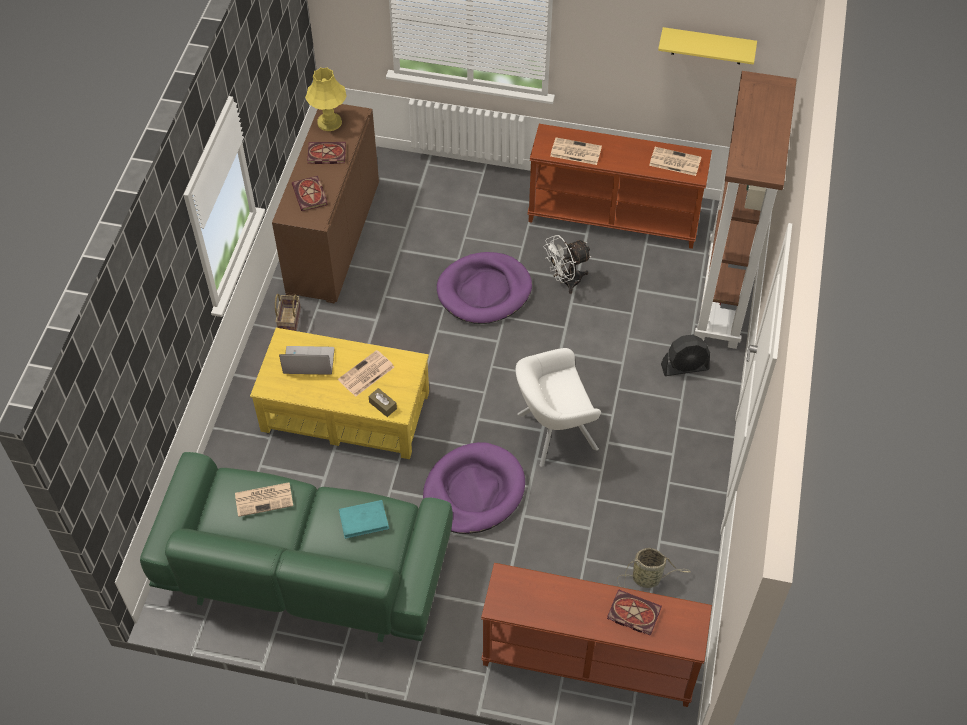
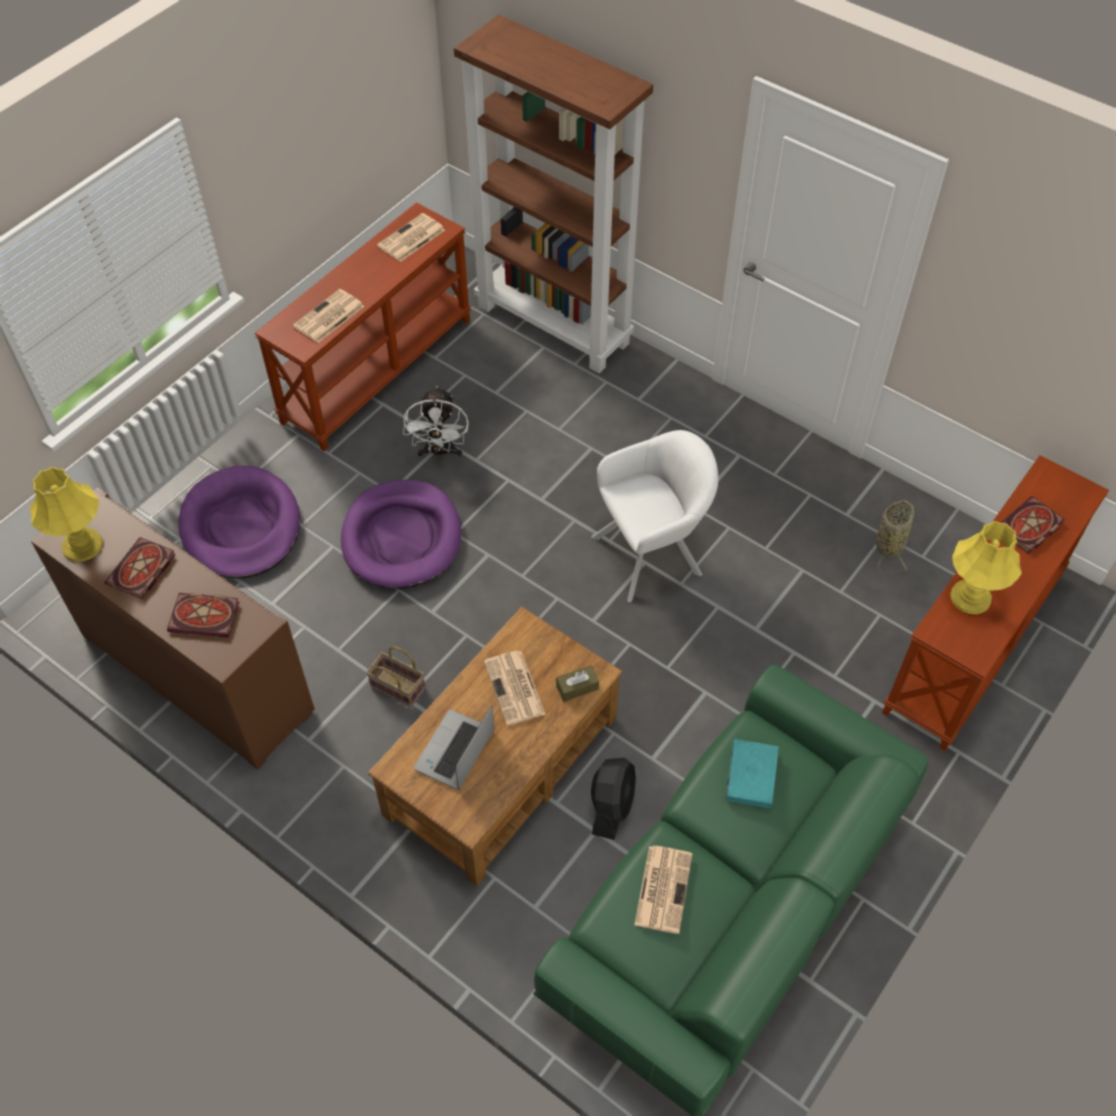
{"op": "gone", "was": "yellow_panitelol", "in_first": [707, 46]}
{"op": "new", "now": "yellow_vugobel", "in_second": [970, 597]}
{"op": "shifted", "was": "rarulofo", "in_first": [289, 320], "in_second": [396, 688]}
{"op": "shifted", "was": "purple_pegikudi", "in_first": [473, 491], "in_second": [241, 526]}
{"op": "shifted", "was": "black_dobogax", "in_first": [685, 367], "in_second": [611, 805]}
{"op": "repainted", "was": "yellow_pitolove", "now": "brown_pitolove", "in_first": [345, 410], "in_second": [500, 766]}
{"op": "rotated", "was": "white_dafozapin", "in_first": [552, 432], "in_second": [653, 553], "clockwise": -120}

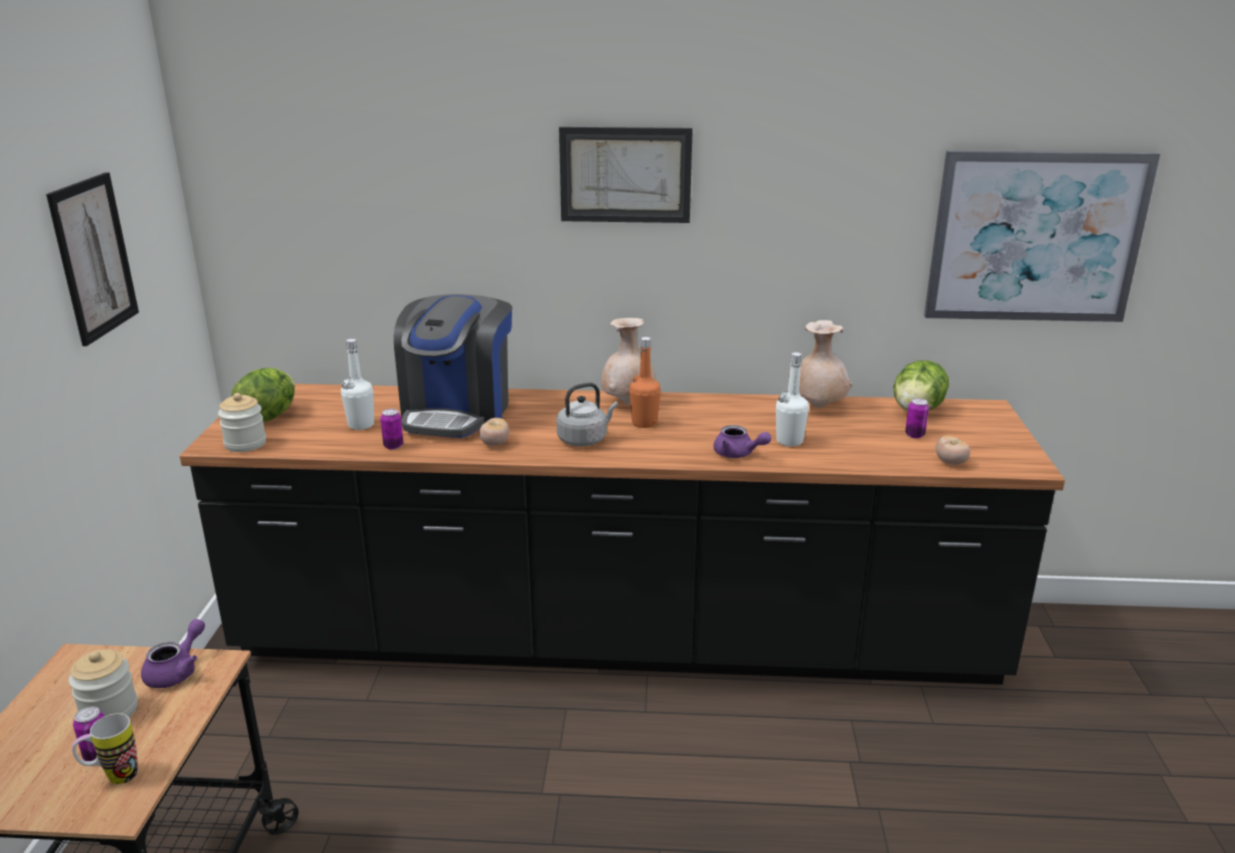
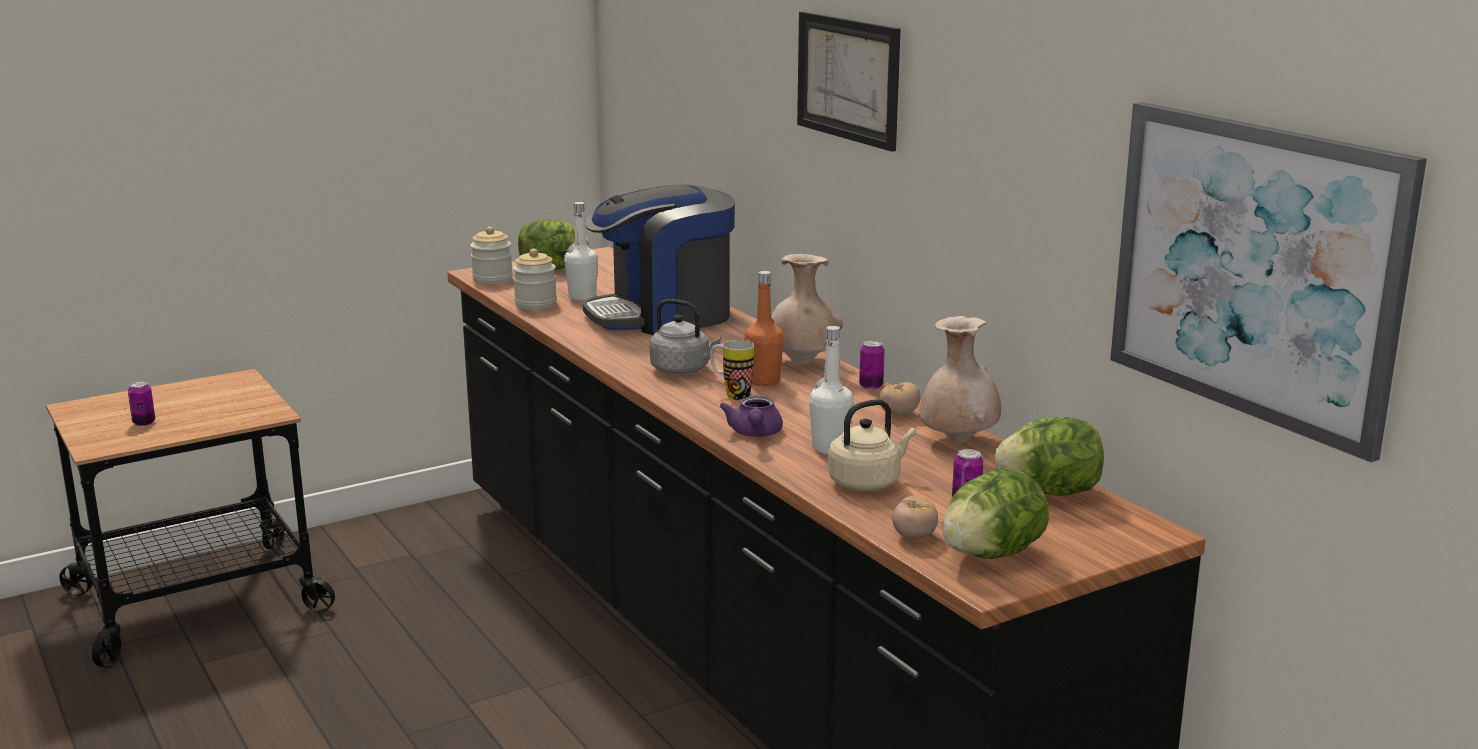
{"op": "gone", "was": "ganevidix", "in_first": [94, 257]}
{"op": "gone", "was": "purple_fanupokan", "in_first": [177, 671]}
{"op": "new", "now": "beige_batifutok", "in_second": [867, 482]}
{"op": "new", "now": "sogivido", "in_second": [991, 554]}
{"op": "shifted", "was": "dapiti", "in_first": [109, 711], "in_second": [536, 304]}
{"op": "shifted", "was": "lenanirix", "in_first": [113, 778], "in_second": [731, 394]}
{"op": "shifted", "was": "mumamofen", "in_first": [393, 446], "in_second": [871, 386]}
{"op": "shifted", "was": "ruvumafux", "in_first": [494, 444], "in_second": [898, 414]}

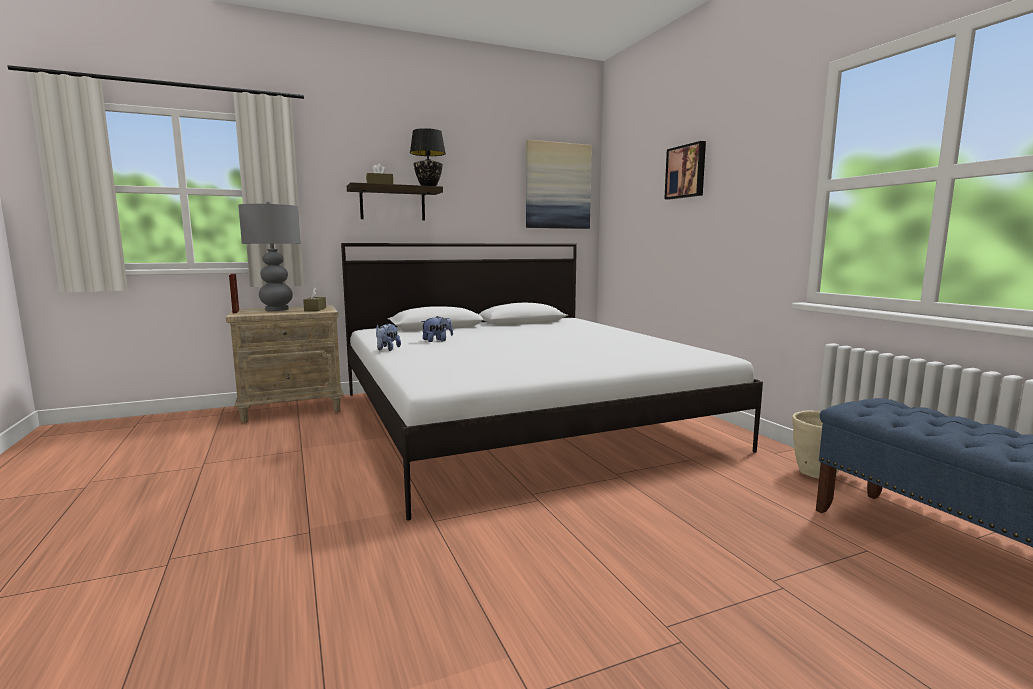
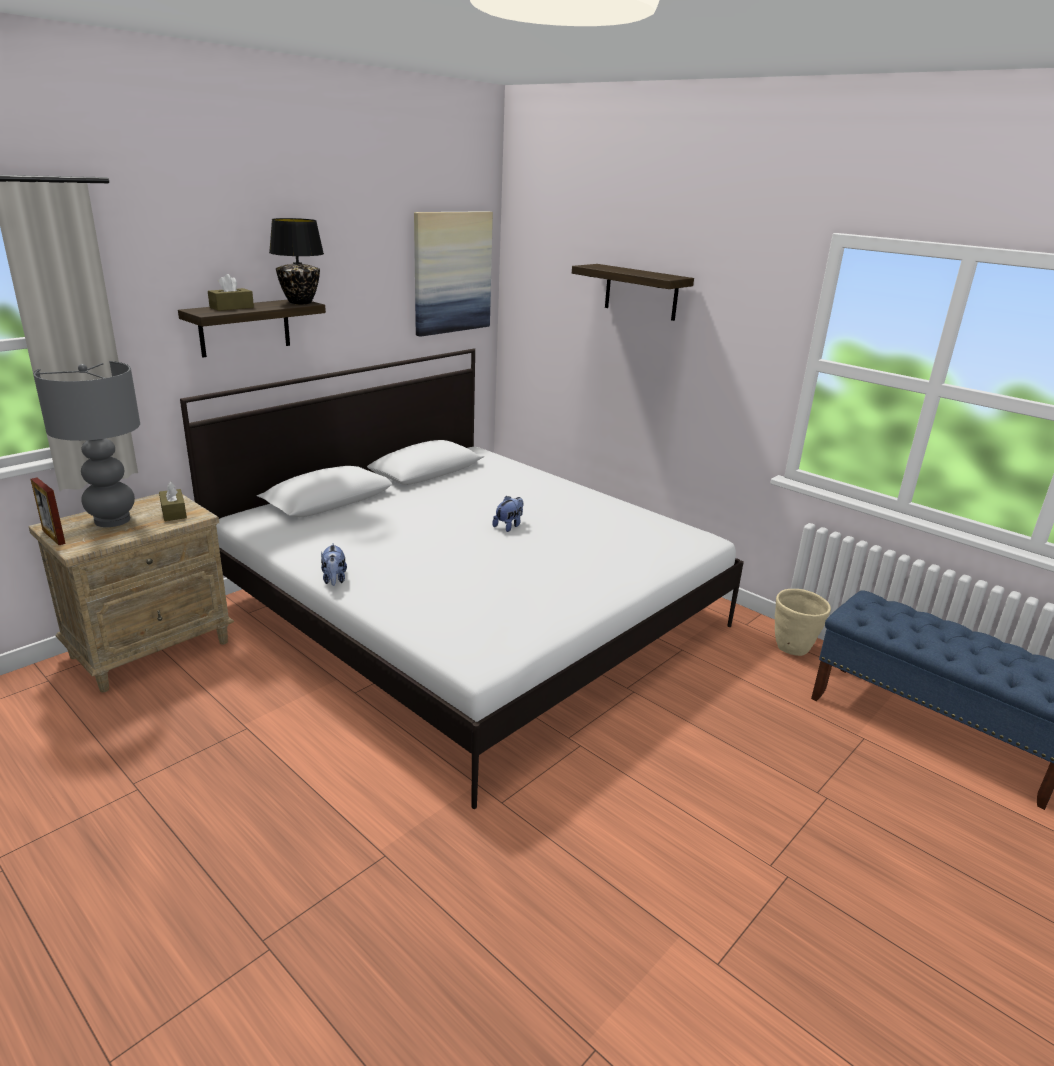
{"op": "shifted", "was": "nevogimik", "in_first": [437, 340], "in_second": [509, 526]}
{"op": "swapped", "was": "ganevidix", "now": "panitelol", "in_first": [686, 171], "in_second": [641, 292]}

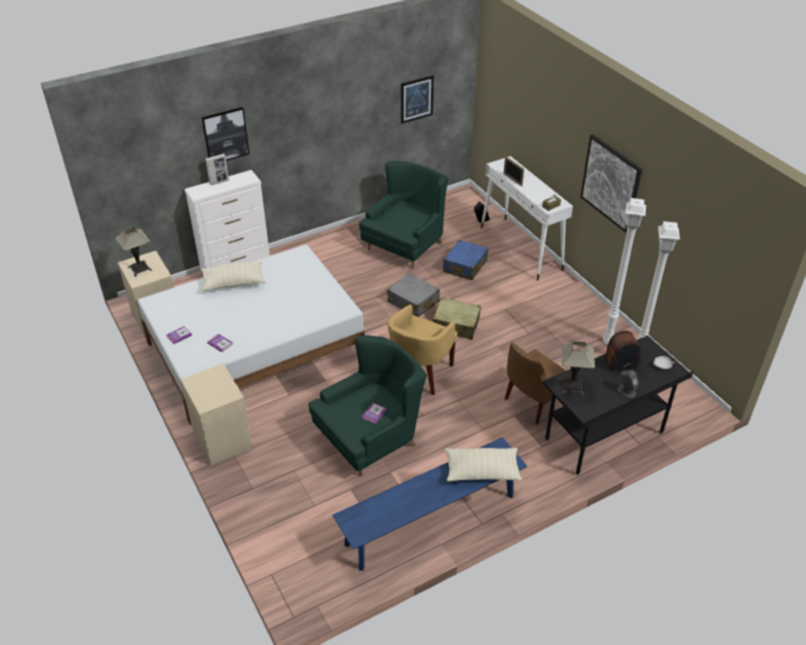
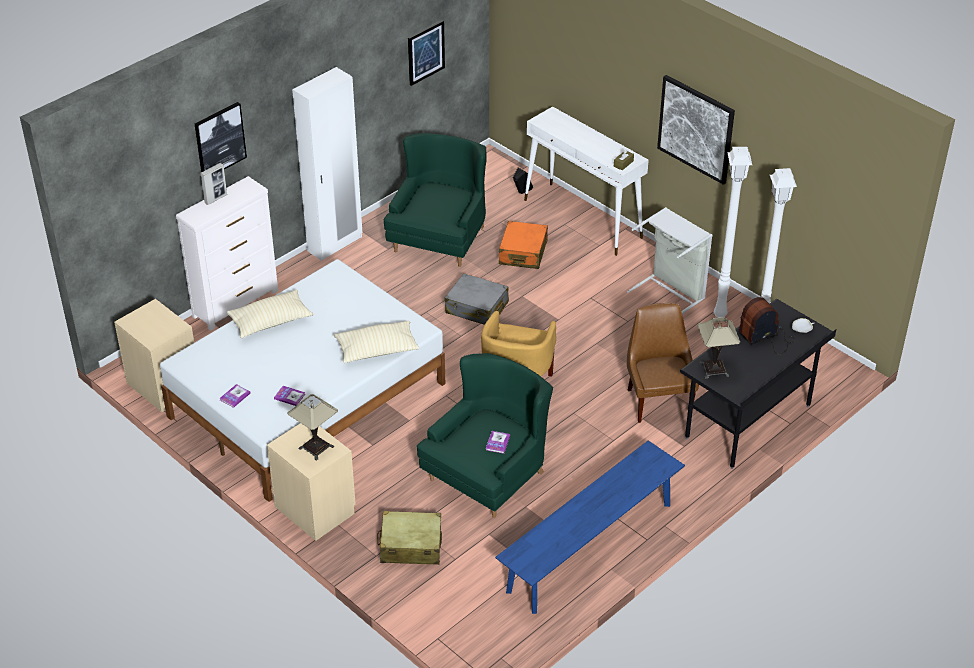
{"op": "gone", "was": "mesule", "in_first": [512, 180]}
{"op": "gone", "was": "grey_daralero", "in_first": [626, 391]}
{"op": "new", "now": "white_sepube", "in_second": [335, 244]}
{"op": "new", "now": "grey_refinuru", "in_second": [671, 292]}
{"op": "shifted", "was": "vugobel", "in_first": [140, 268], "in_second": [316, 447]}
{"op": "shifted", "was": "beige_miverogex", "in_first": [455, 325], "in_second": [410, 546]}
{"op": "shifted", "was": "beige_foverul", "in_first": [481, 471], "in_second": [377, 350]}
{"op": "repainted", "was": "blue_miverogex", "now": "orange_miverogex", "in_first": [465, 266], "in_second": [523, 253]}
{"op": "rotated", "was": "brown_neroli", "in_first": [532, 403], "in_second": [658, 401], "clockwise": 135}

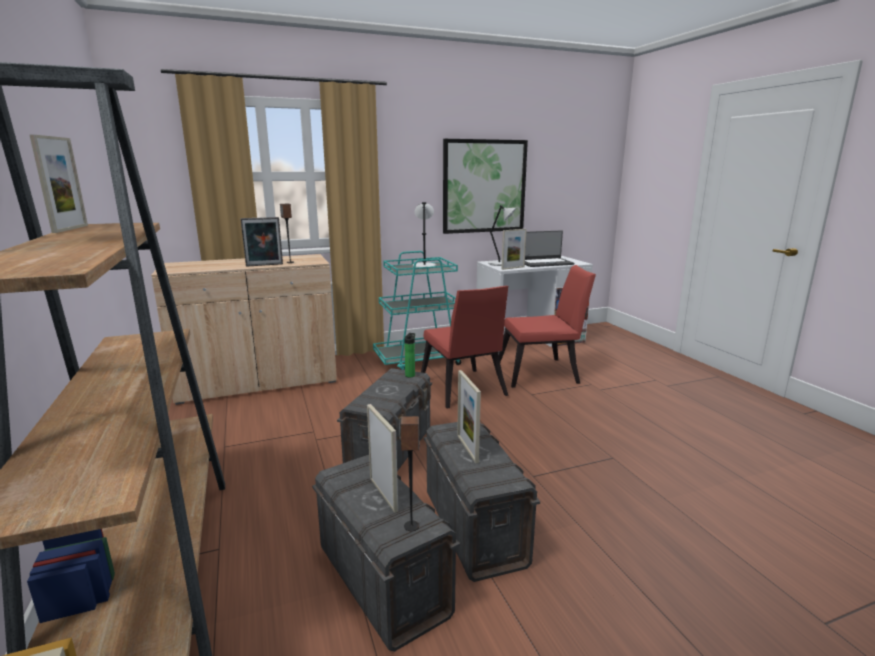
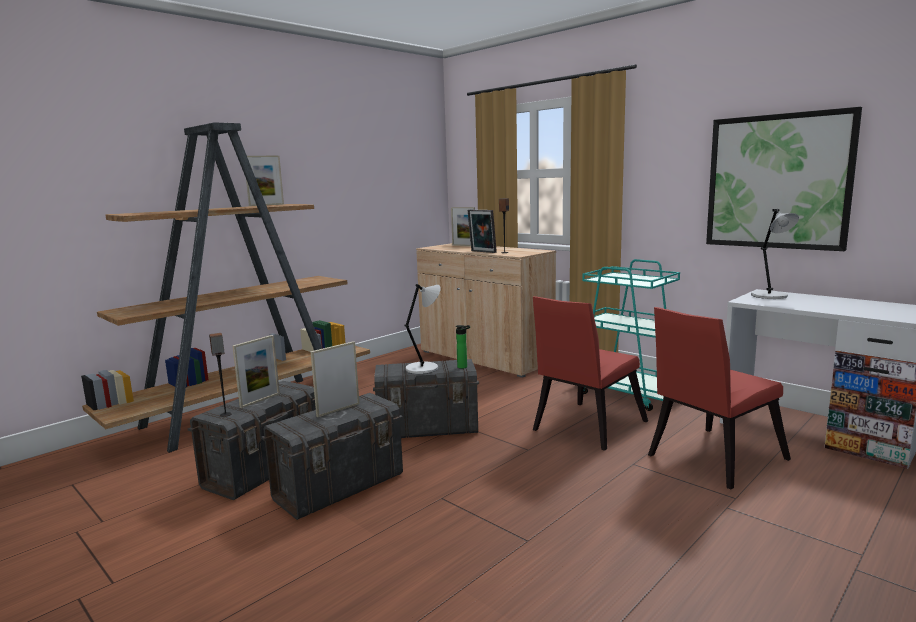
{"op": "gone", "was": "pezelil", "in_first": [545, 263]}
{"op": "shifted", "was": "grey_vugobel", "in_first": [424, 266], "in_second": [423, 368]}
{"op": "shifted", "was": "mesule", "in_first": [513, 268], "in_second": [463, 245]}
{"op": "rotated", "was": "red_neroli", "in_first": [542, 373], "in_second": [710, 459], "clockwise": 90}

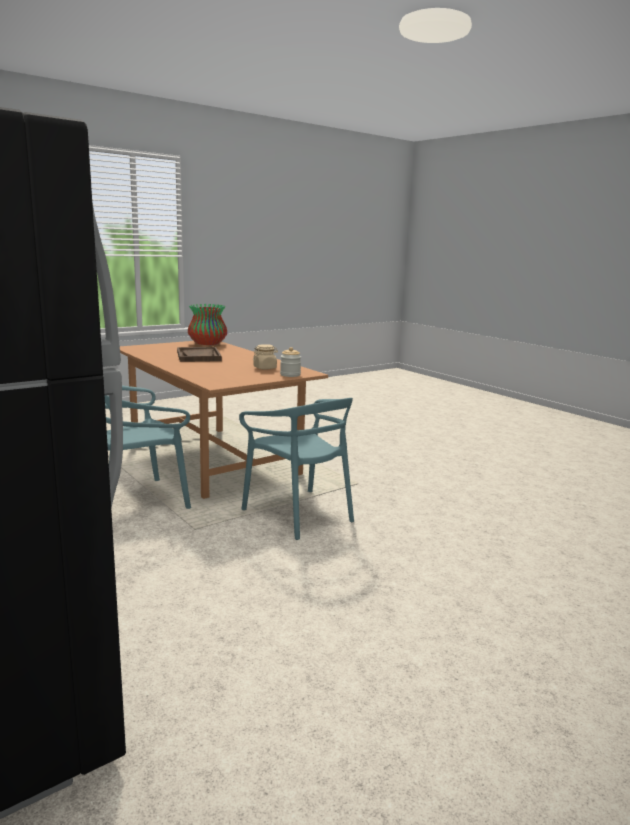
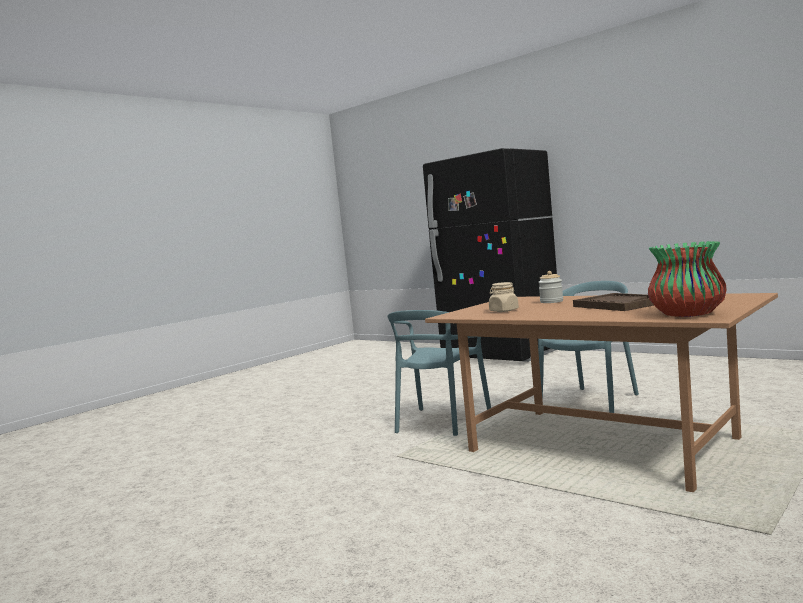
{"op": "shifted", "was": "dapiti", "in_first": [290, 375], "in_second": [551, 301]}
{"op": "rotated", "was": "turquoise_neroli", "in_first": [299, 514], "in_second": [441, 421], "clockwise": -105}

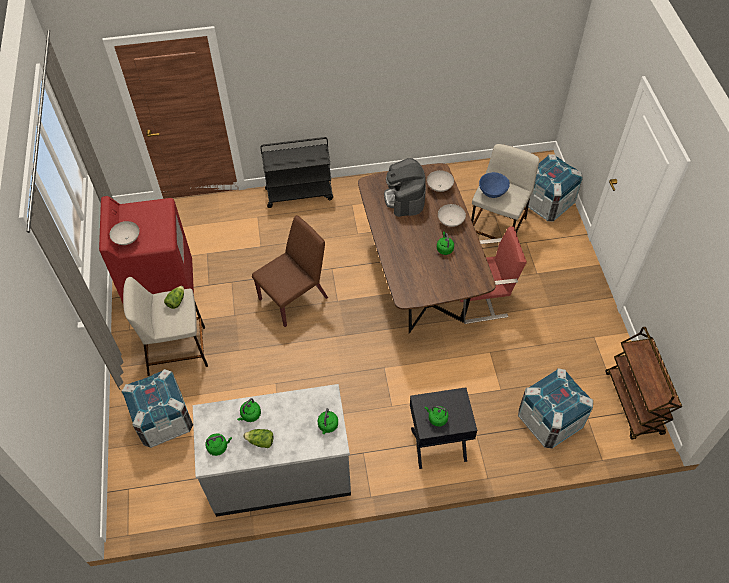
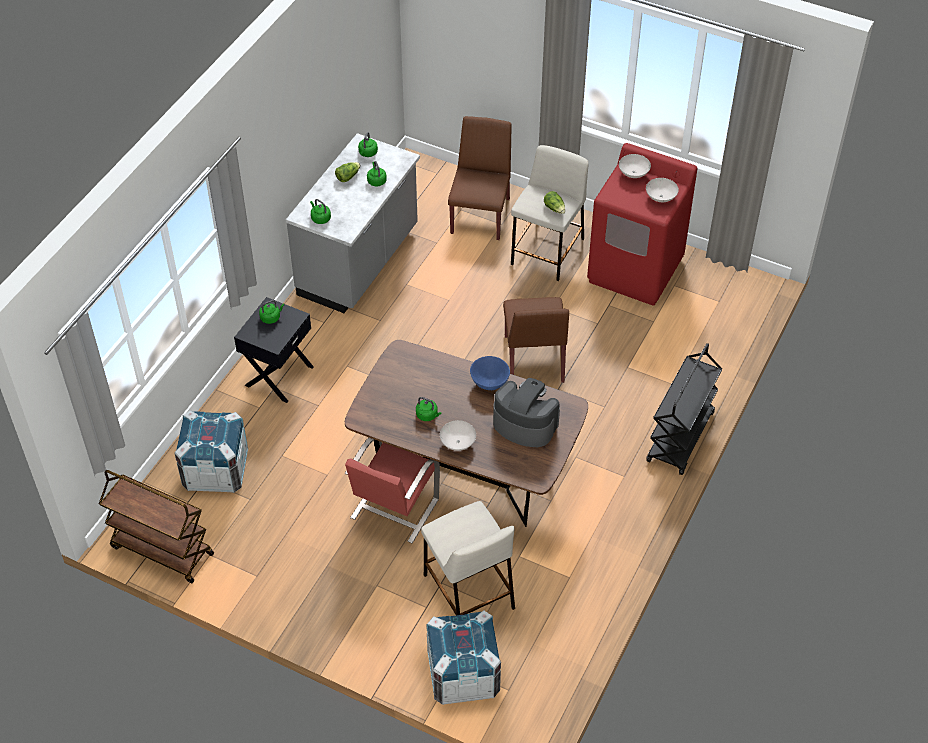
{"op": "shifted", "was": "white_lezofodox", "in_first": [439, 187], "in_second": [661, 197]}
{"op": "shifted", "was": "blue_lezofodox", "in_first": [492, 193], "in_second": [489, 383]}
{"op": "swapped", "was": "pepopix", "now": "brown_neroli", "in_first": [163, 420], "in_second": [480, 215]}

